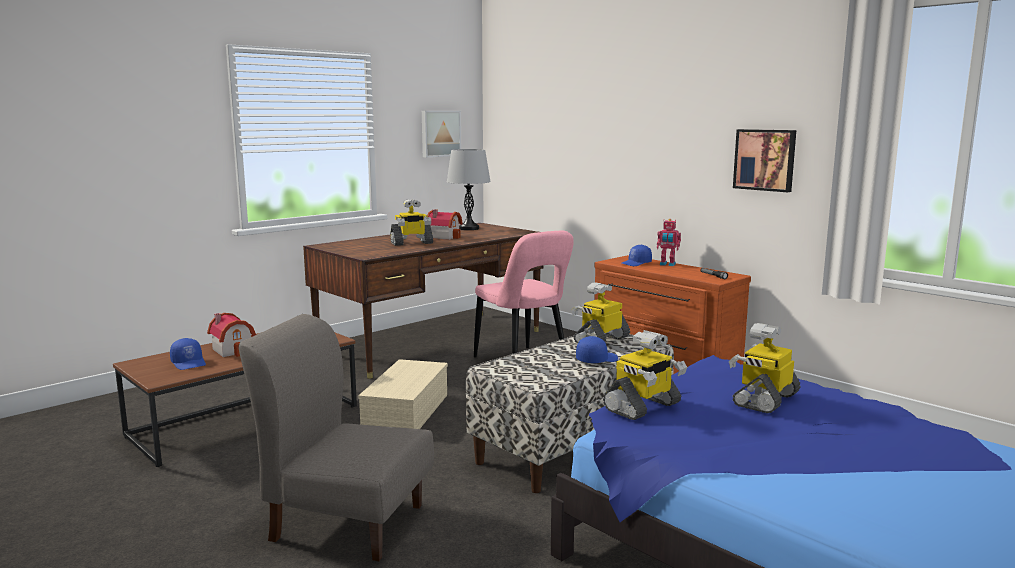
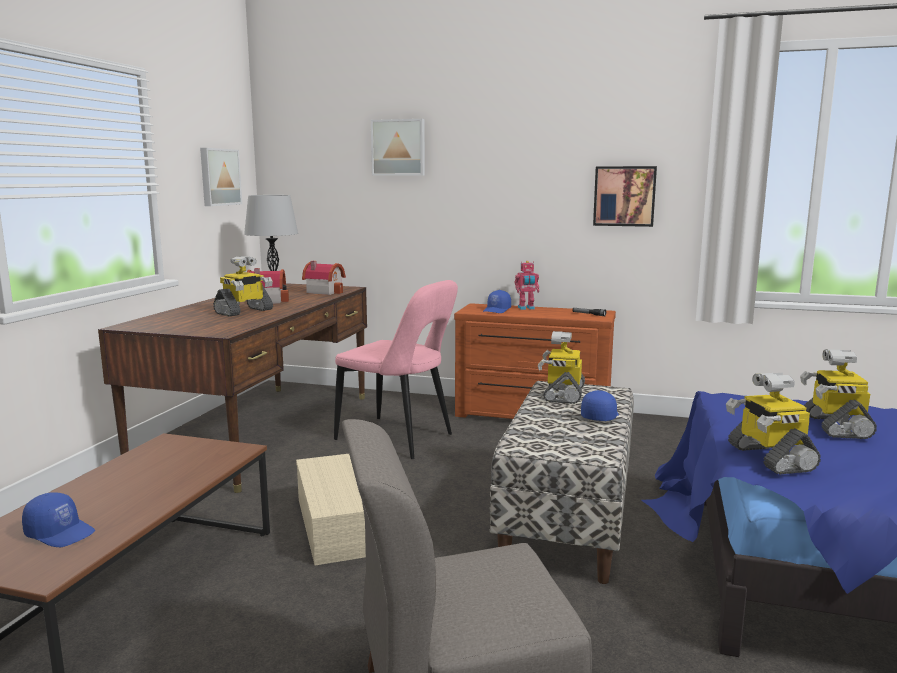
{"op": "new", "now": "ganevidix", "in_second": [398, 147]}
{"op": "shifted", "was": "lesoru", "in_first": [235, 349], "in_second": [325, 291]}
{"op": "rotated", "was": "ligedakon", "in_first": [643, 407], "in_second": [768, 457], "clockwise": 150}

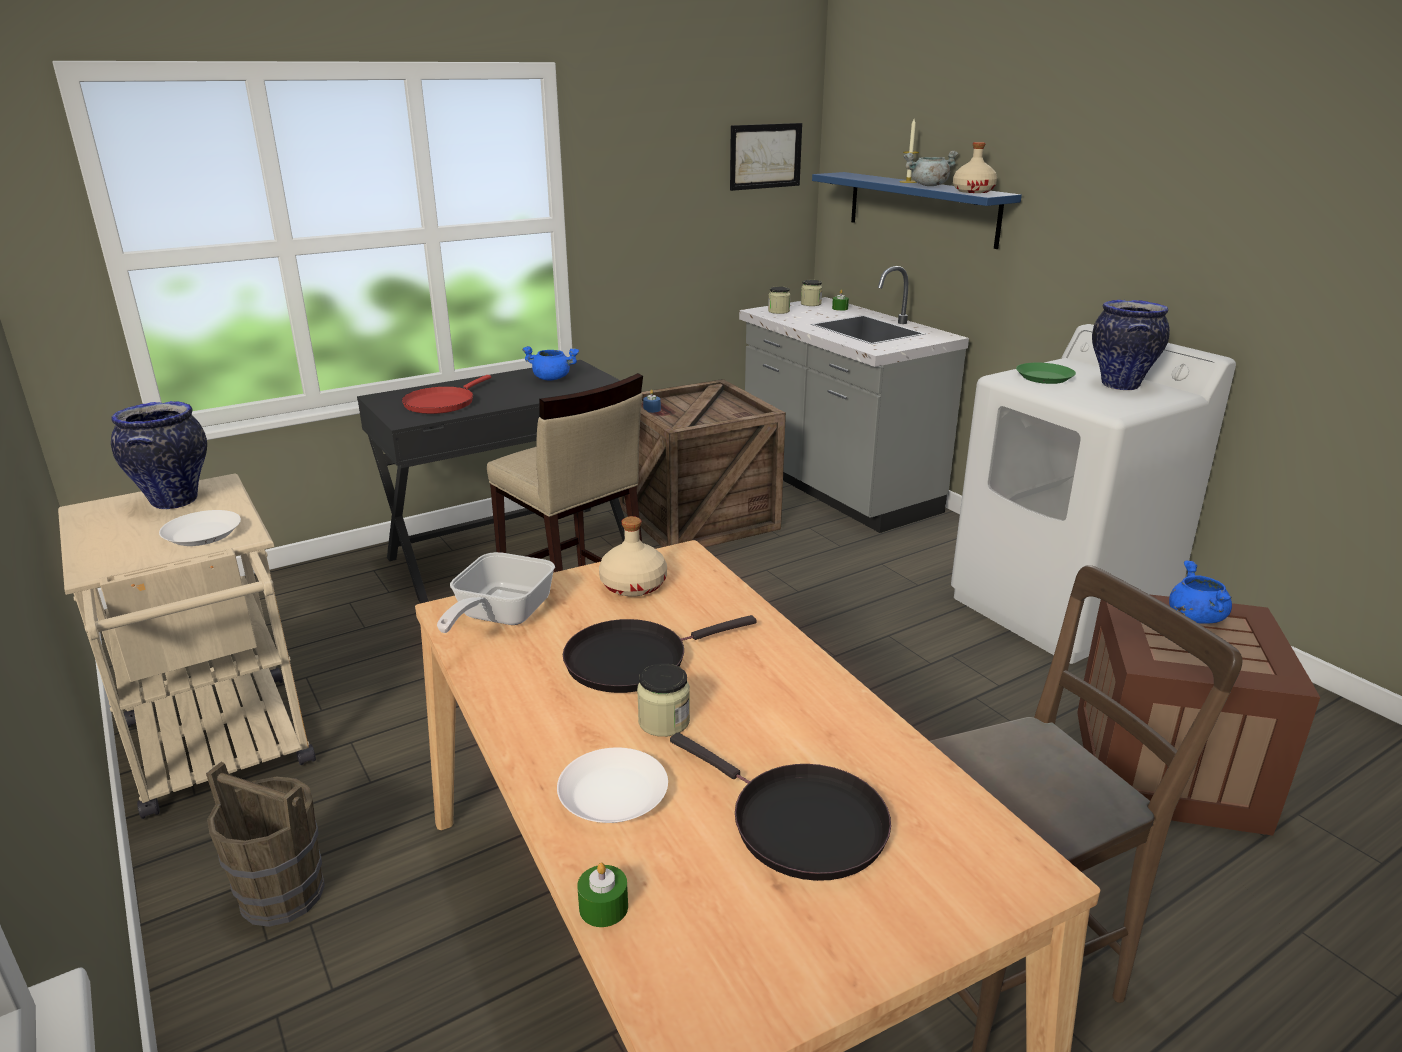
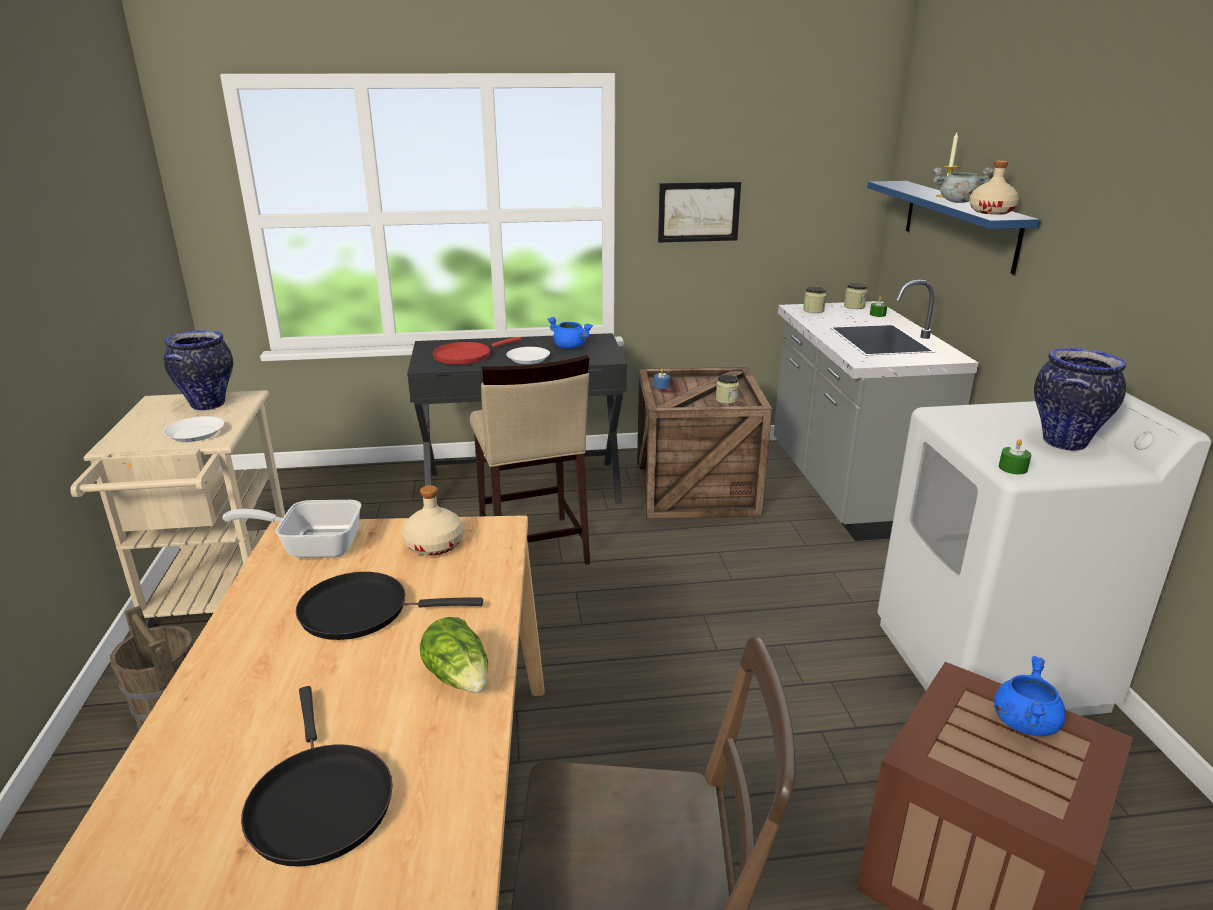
{"op": "gone", "was": "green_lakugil", "in_first": [1043, 377]}
{"op": "new", "now": "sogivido", "in_second": [460, 677]}
{"op": "shifted", "was": "white_lakugil", "in_first": [612, 795], "in_second": [528, 359]}
{"op": "shifted", "was": "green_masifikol", "in_first": [603, 907], "in_second": [1012, 468]}
{"op": "shifted", "was": "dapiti", "in_first": [664, 721], "in_second": [726, 400]}
{"op": "shifted", "was": "ganevidix", "in_first": [765, 156], "in_second": [698, 212]}
{"op": "rotated", "was": "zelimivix", "in_first": [498, 616], "in_second": [313, 546], "clockwise": 45}

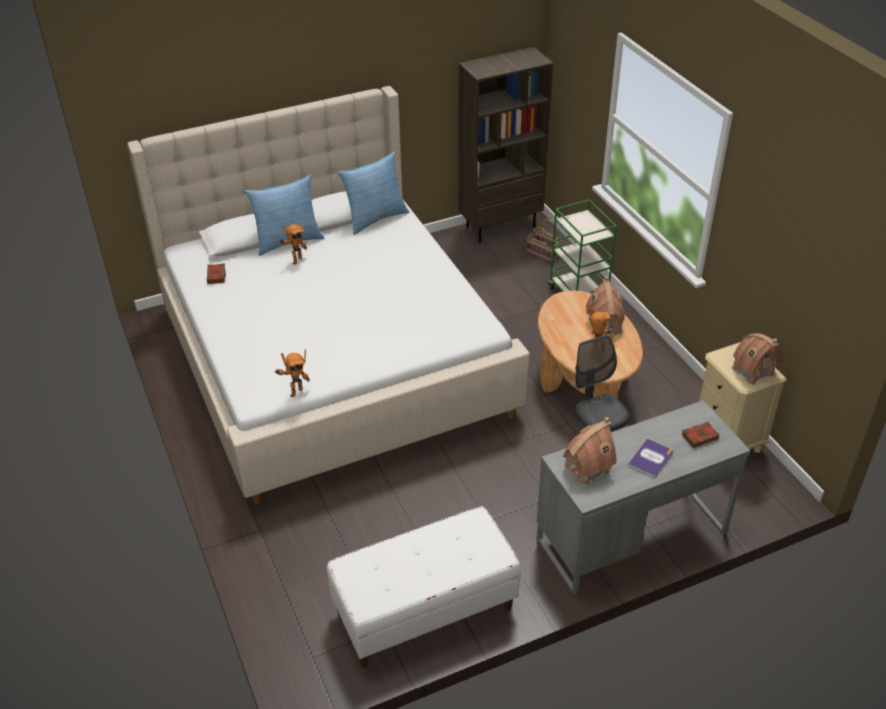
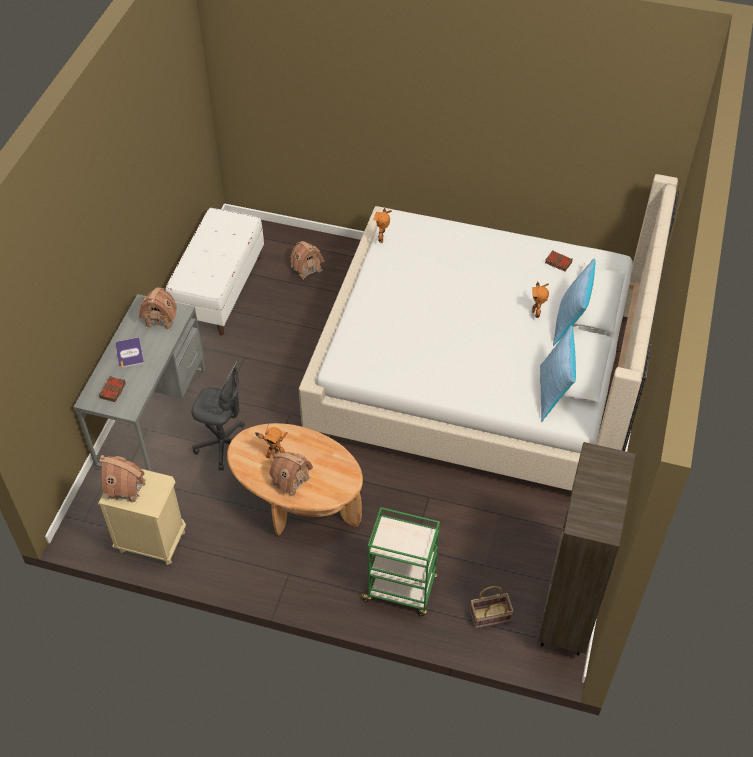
{"op": "new", "now": "lesoru", "in_second": [306, 268]}

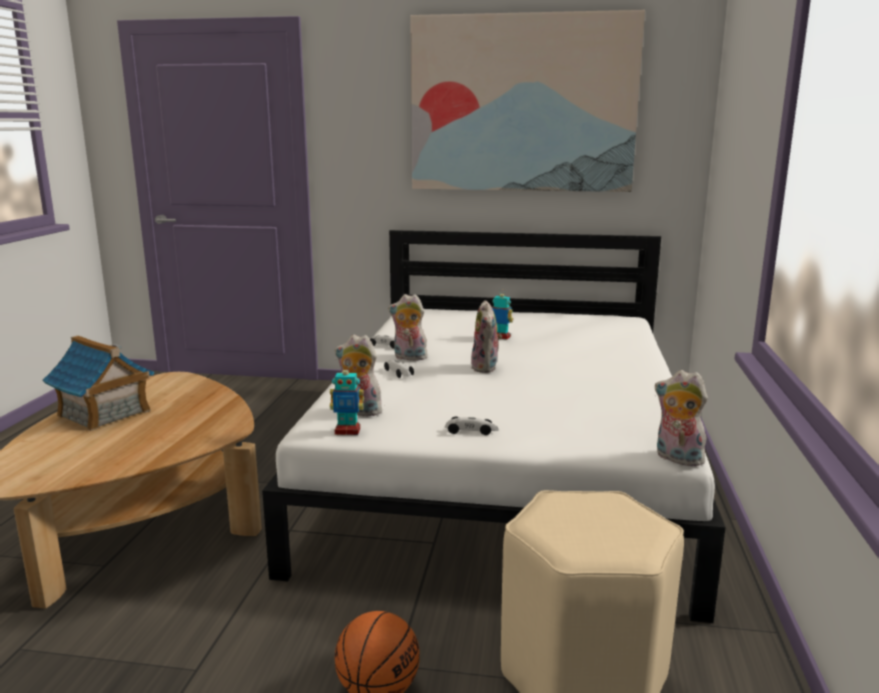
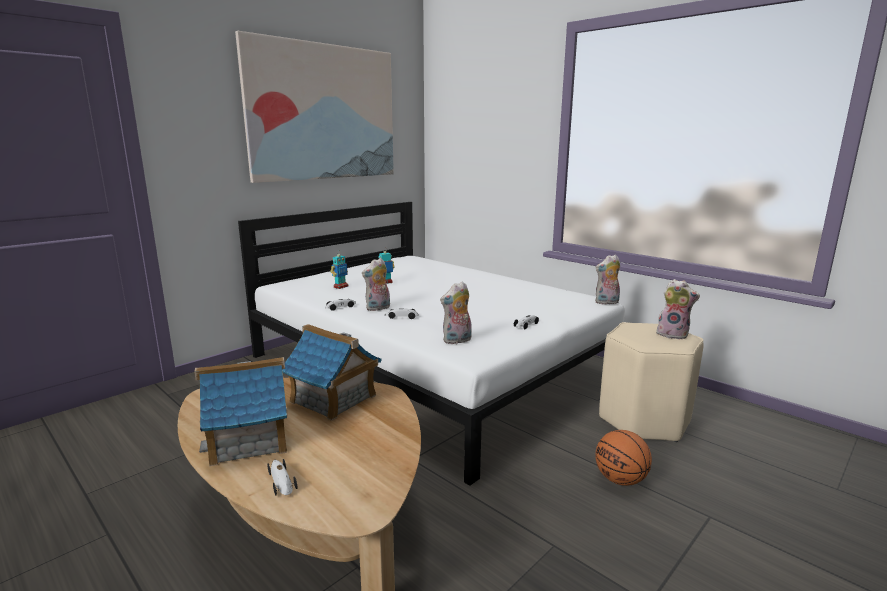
{"op": "new", "now": "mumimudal", "in_second": [281, 480]}
{"op": "new", "now": "lesoru", "in_second": [333, 399]}
{"op": "shifted", "was": "ligedakon", "in_first": [347, 431], "in_second": [340, 287]}
{"op": "shifted", "was": "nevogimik", "in_first": [486, 368], "in_second": [673, 334]}

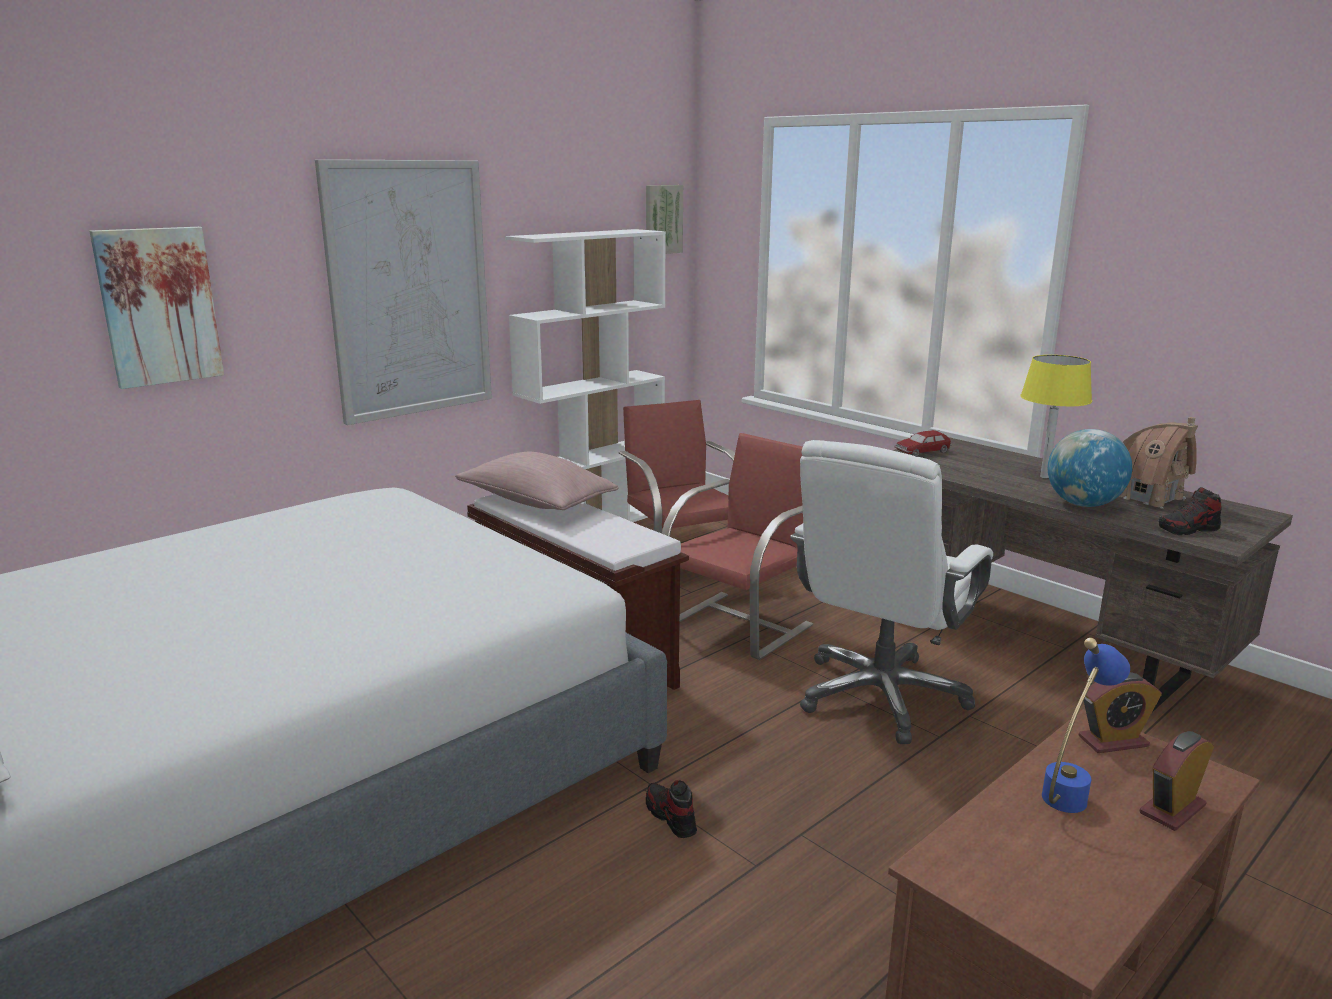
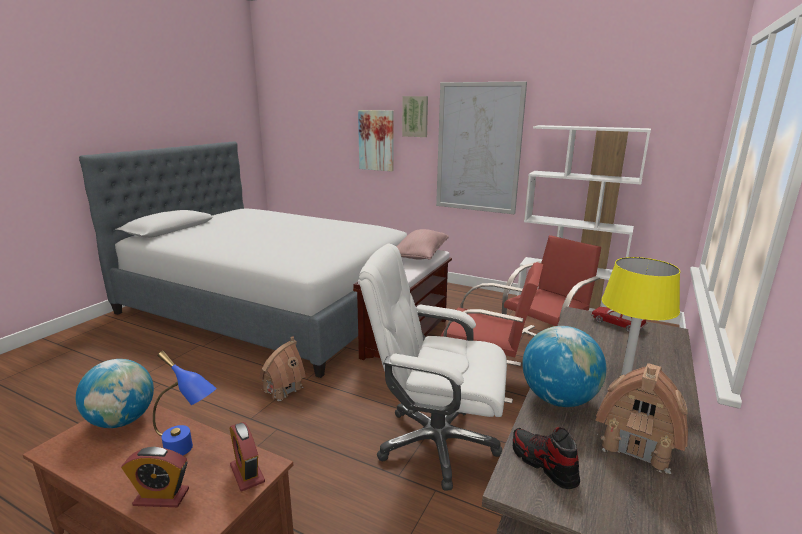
{"op": "new", "now": "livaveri", "in_second": [122, 421]}
{"op": "shifted", "was": "ganevidix", "in_first": [662, 219], "in_second": [415, 116]}
{"op": "swapped", "was": "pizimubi", "now": "lesoru", "in_first": [670, 817], "in_second": [282, 388]}
{"op": "rotated", "was": "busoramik", "in_first": [1172, 809], "in_second": [161, 497], "clockwise": 150}

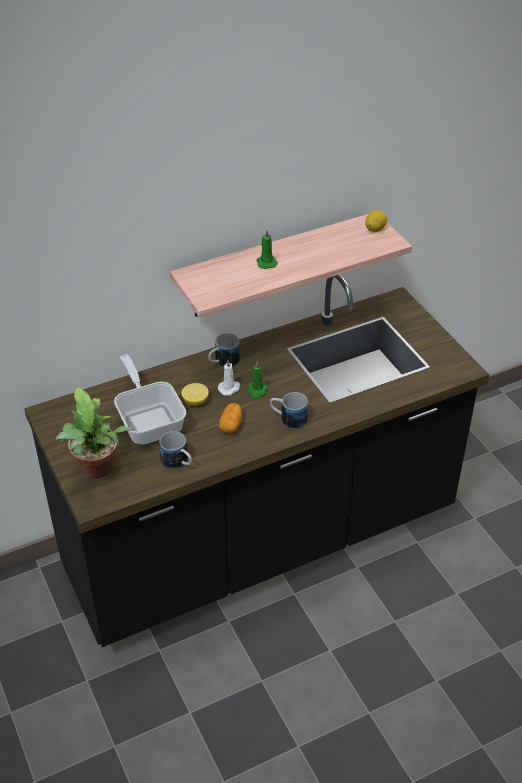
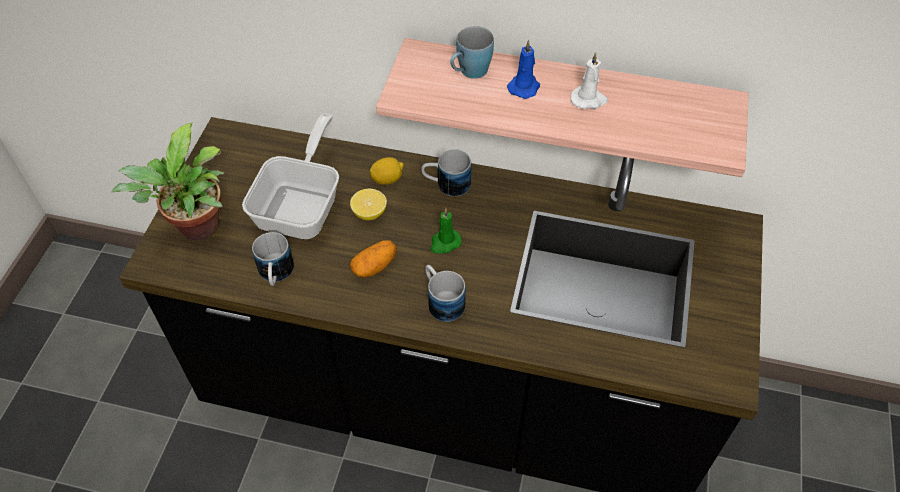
{"op": "new", "now": "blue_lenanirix", "in_second": [469, 73]}
{"op": "shifted", "was": "white_masifikol", "in_first": [229, 388], "in_second": [589, 100]}
{"op": "shifted", "was": "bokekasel", "in_first": [375, 229], "in_second": [387, 179]}
{"op": "repainted", "was": "green_masifikol", "now": "blue_masifikol", "in_first": [266, 262], "in_second": [524, 87]}

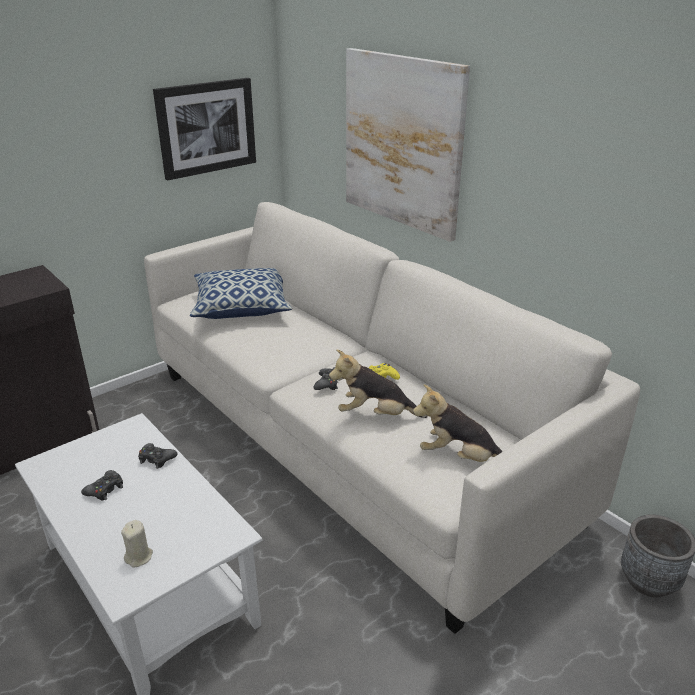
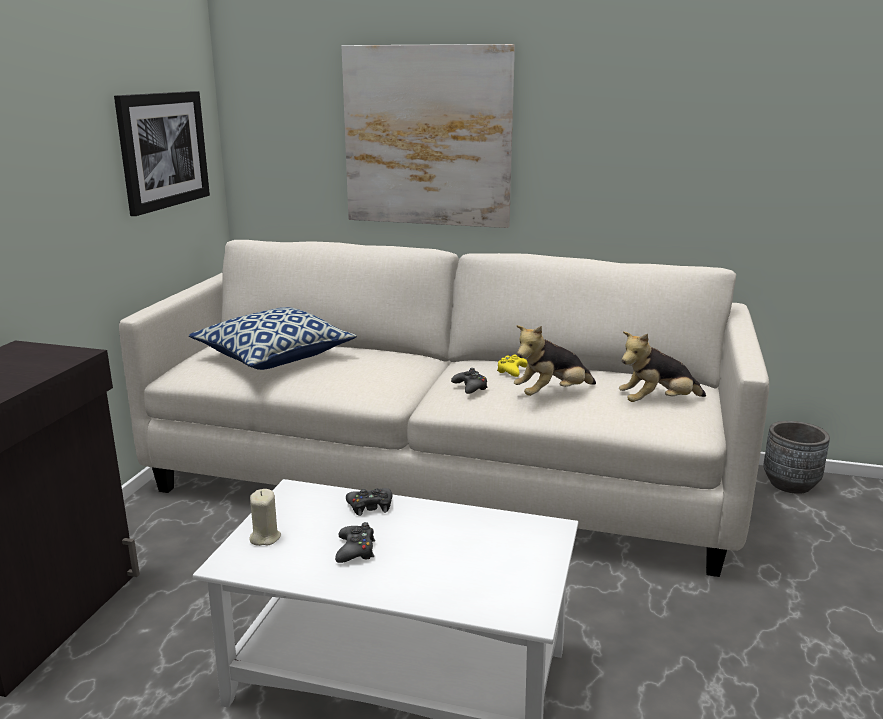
{"op": "shifted", "was": "beige_masifikol", "in_first": [139, 557], "in_second": [265, 537]}

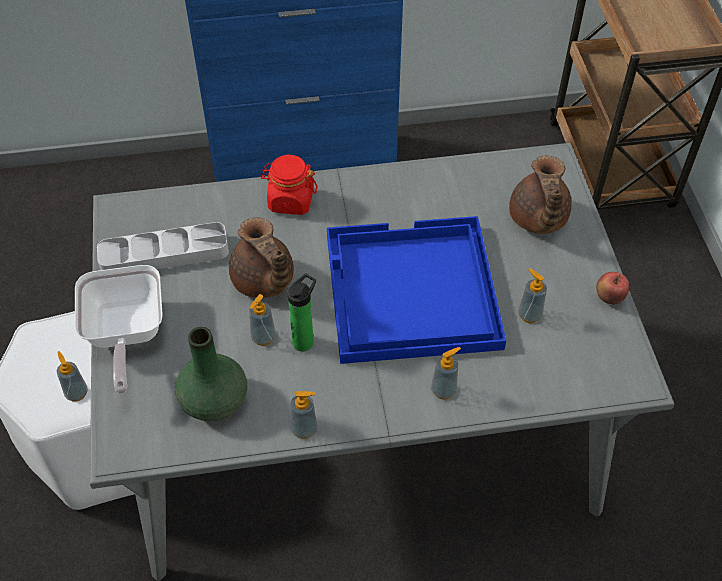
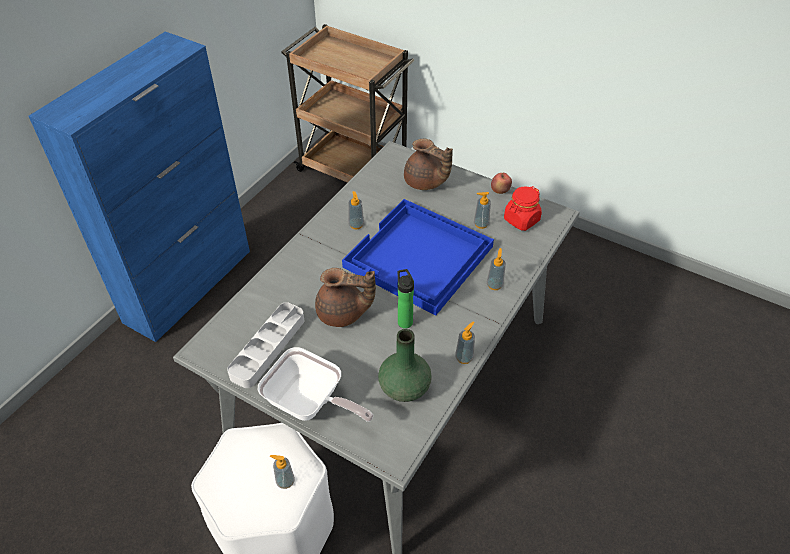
{"op": "shifted", "was": "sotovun", "in_first": [263, 337], "in_second": [356, 225]}
{"op": "shifted", "was": "red_dapiti", "in_first": [290, 201], "in_second": [521, 220]}

